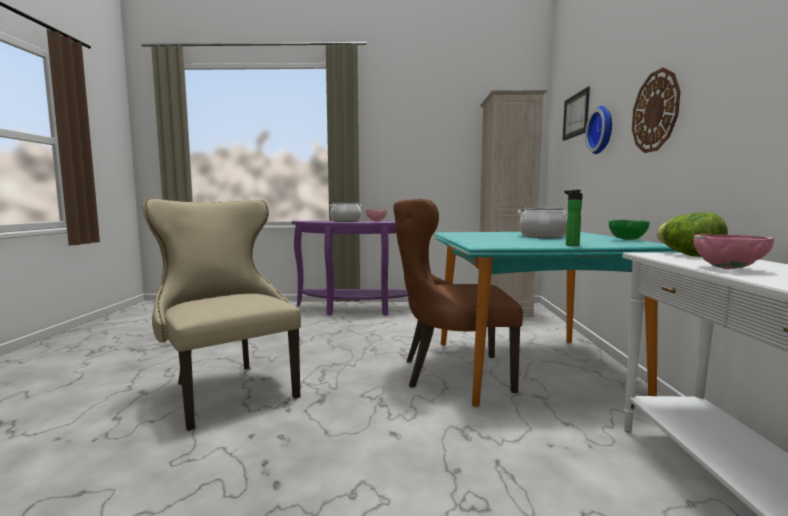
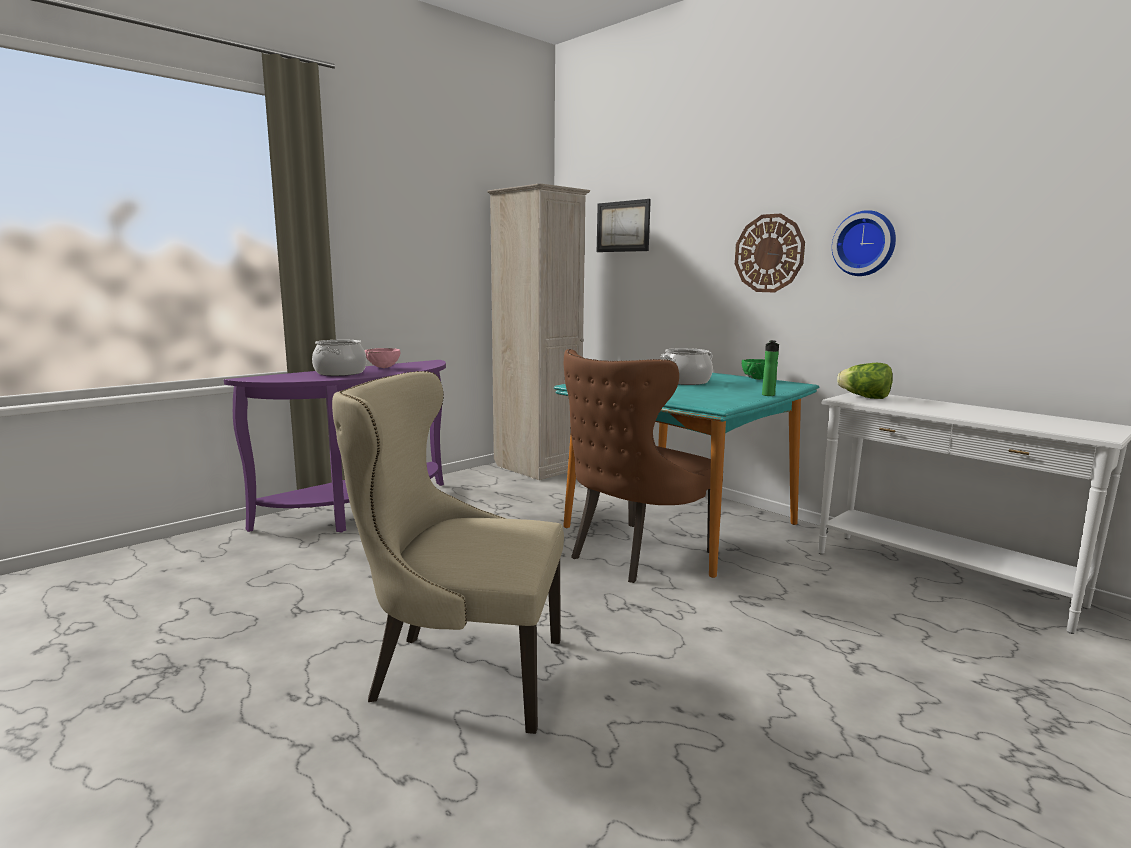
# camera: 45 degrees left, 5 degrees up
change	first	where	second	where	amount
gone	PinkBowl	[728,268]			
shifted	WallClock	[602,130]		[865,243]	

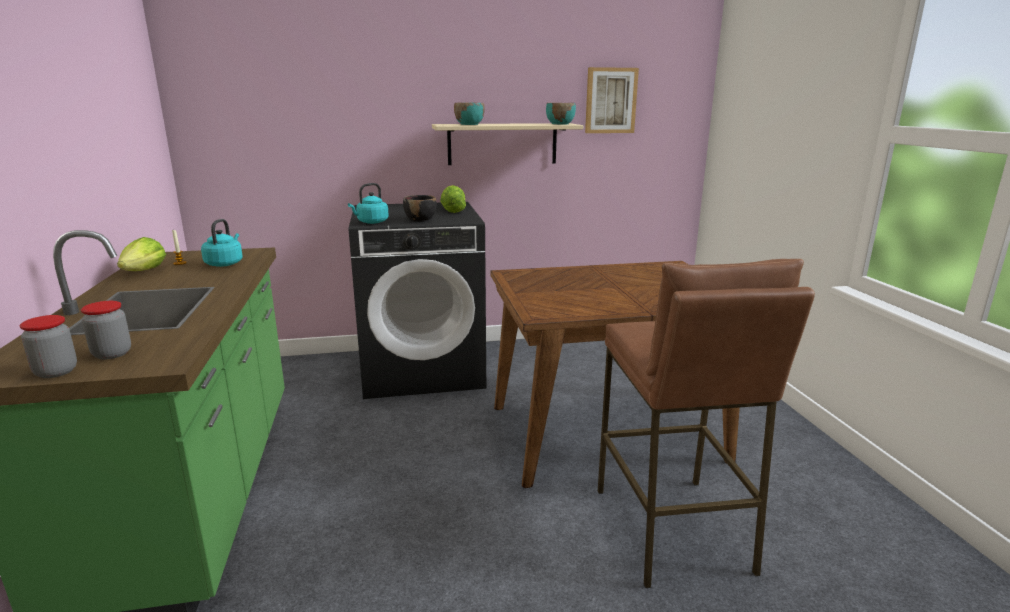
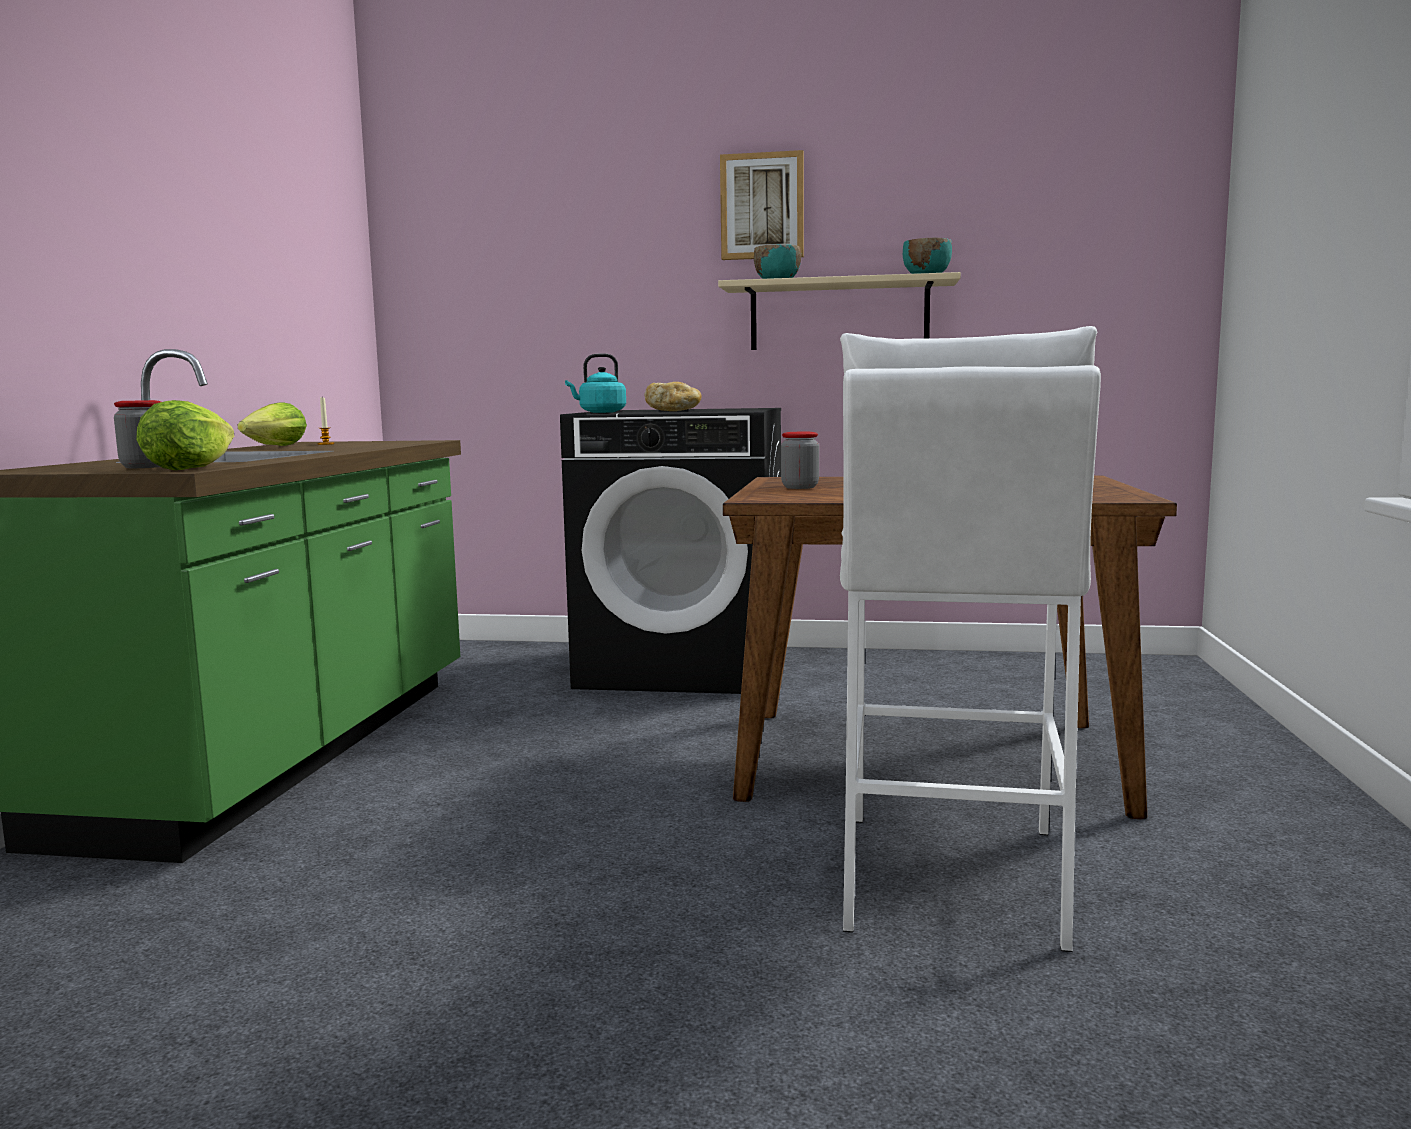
# camera: 20 degrees right, 10 degrees down
change	first	where	second	where	amount
gone	TurquoiseKettle	[225,263]			
shifted	Jar	[56,372]		[800,487]	
shifted	Lettuce	[453,211]		[189,468]	
shifted	Picture	[610,100]		[762,206]	
swapped	BlackBowl	[420,219]	Bread	[674,411]	
repainted	BrownStool	[671,529]	WhiteStool	[950,877]	

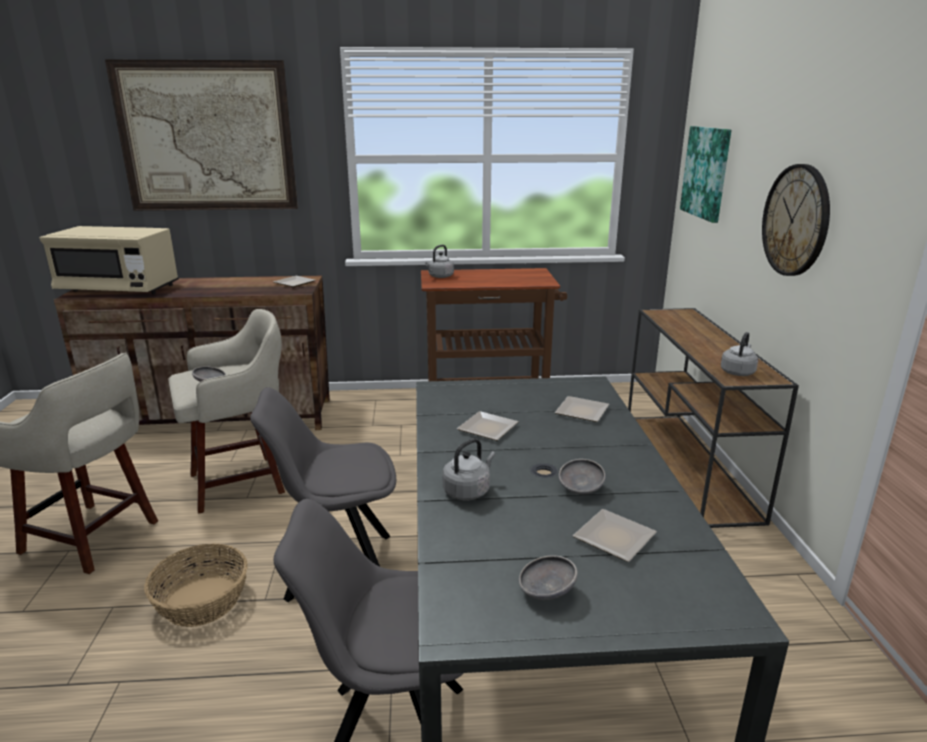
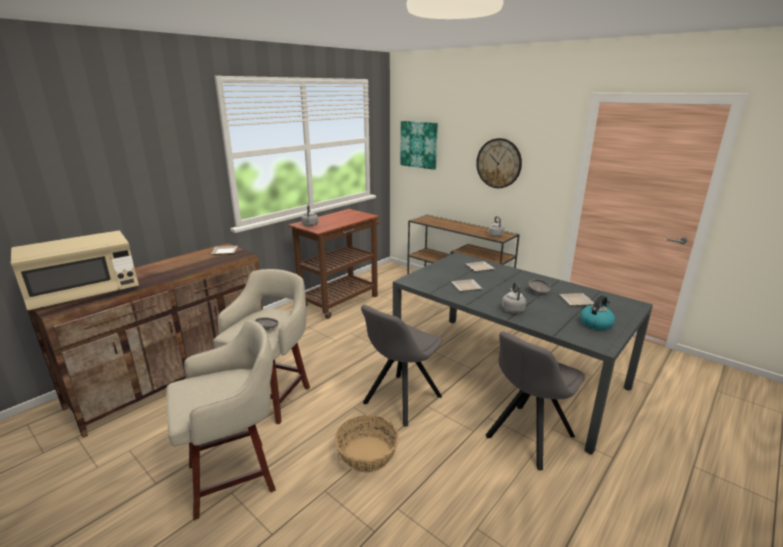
# camera: 45 degrees left, 0 degrees up
change	first	where	second	where	amount
gone	Picture	[206,137]			
swapped	GreyBowl	[545,592]	Kettle	[596,323]	

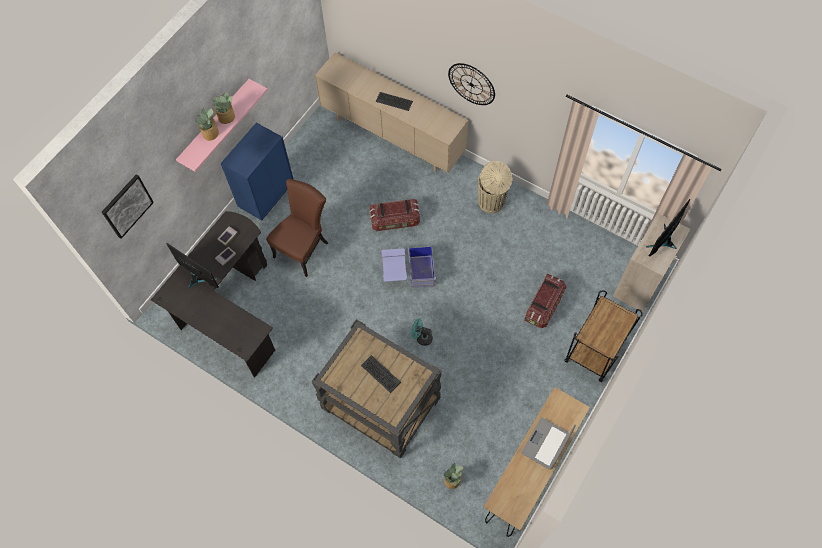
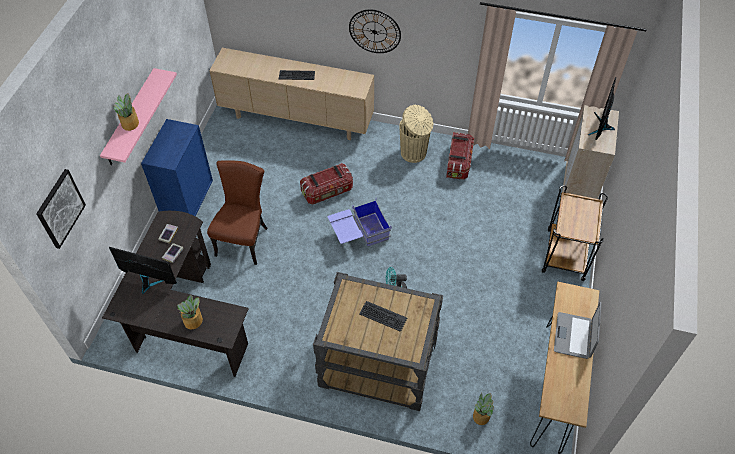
# camera: 20 degrees left, 10 degrees down
change	first	where	second	where	amount
shifted	PottedPlant	[227,117]		[193,321]	
shifted	StorageBox	[544,306]		[458,163]	

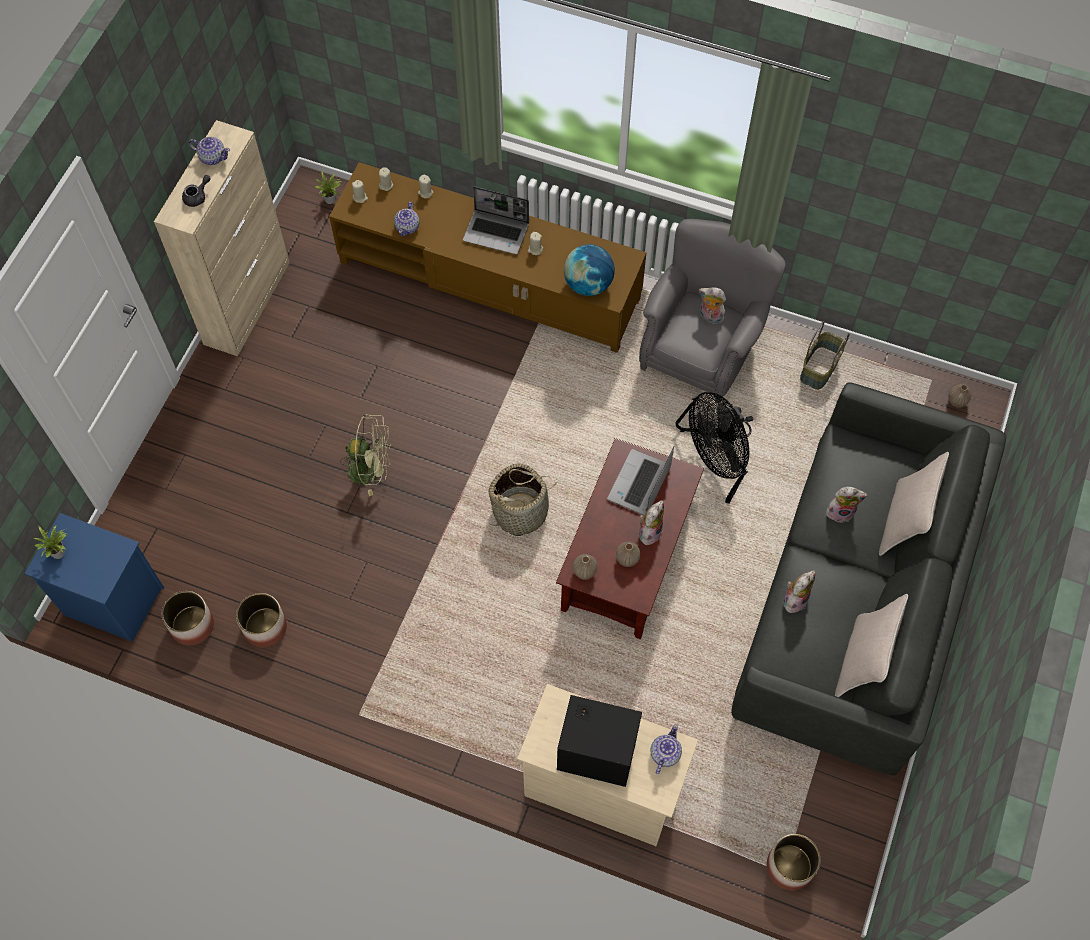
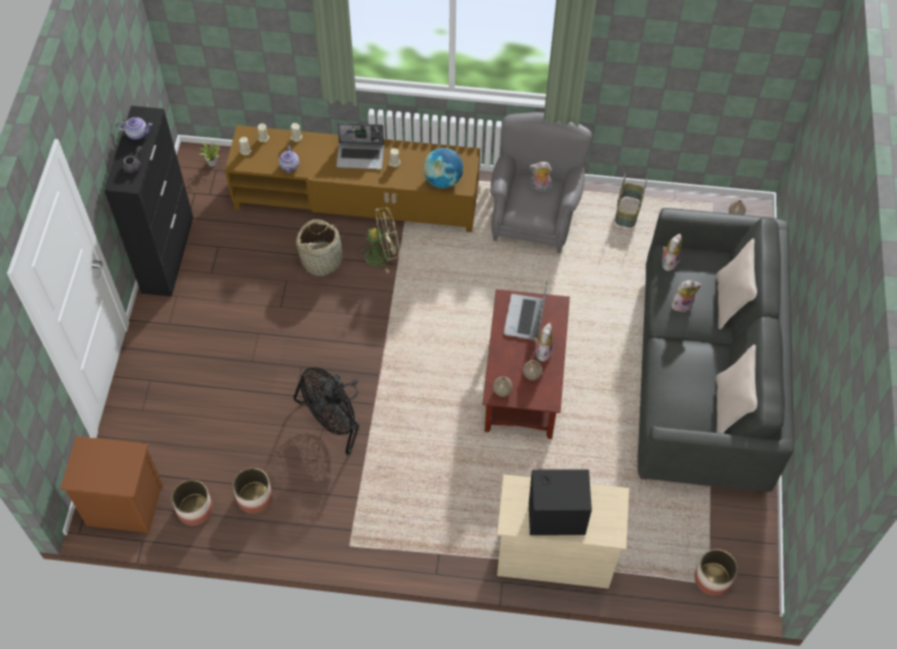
# camera: 15 degrees left, 5 degrees down
change	first	where	second	where	amount
gone	PottedPlant	[60,552]			
gone	Teapot	[664,754]			
shifted	GreenFan	[371,470]		[382,255]	
shifted	Basket	[521,511]		[322,260]	
shifted	BlackFan	[719,455]		[335,417]	
shifted	PlushToy	[794,599]		[668,261]	
repainted	BlueNightstand	[111,602]	BrownNightstand	[123,506]	
repainted	BeigeCabinet	[247,302]	BlackCabinet	[168,253]	

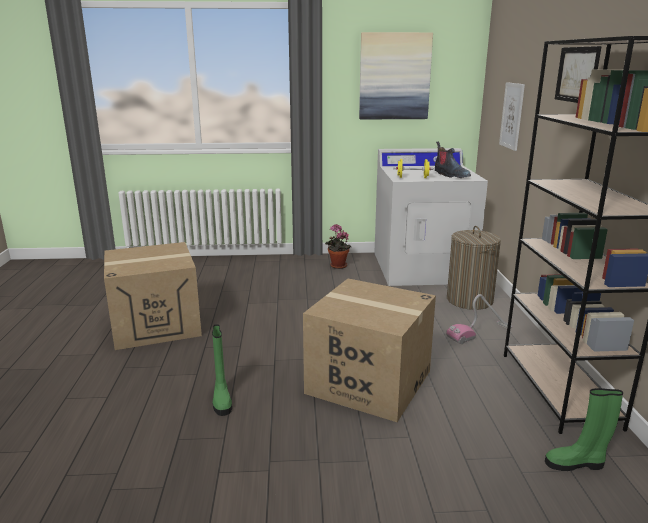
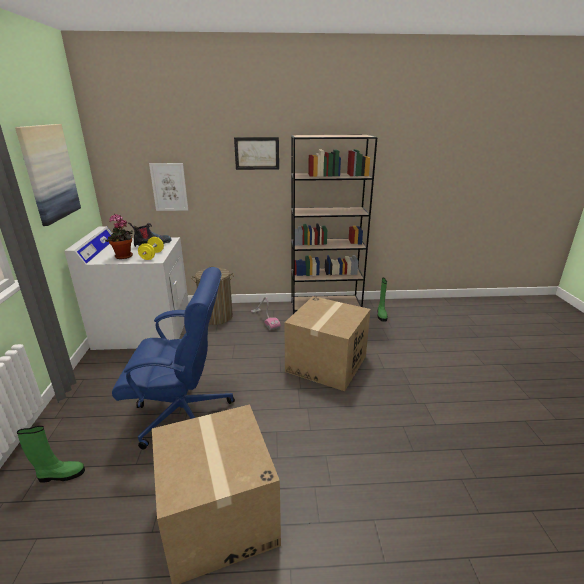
# camera: 90 degrees left, 5 degrees up
change	first	where	second	where	amount
new			BlueOfficeChair	[183,414]	
shifted	GreenBoot	[222,400]		[60,475]	
shifted	PottedPlant	[337,266]		[124,257]	

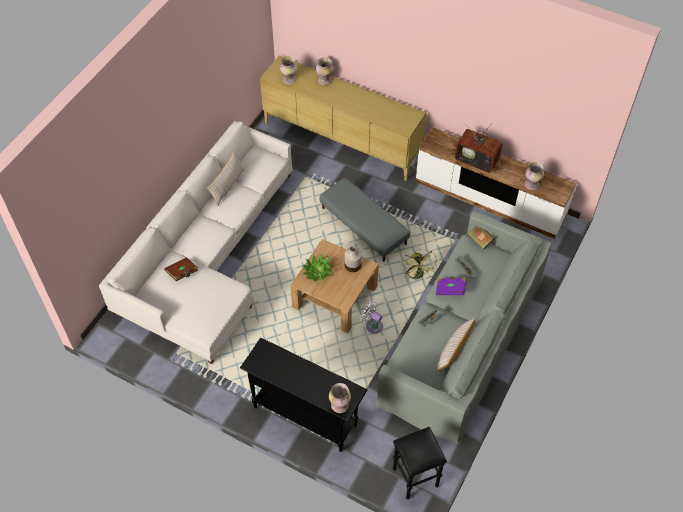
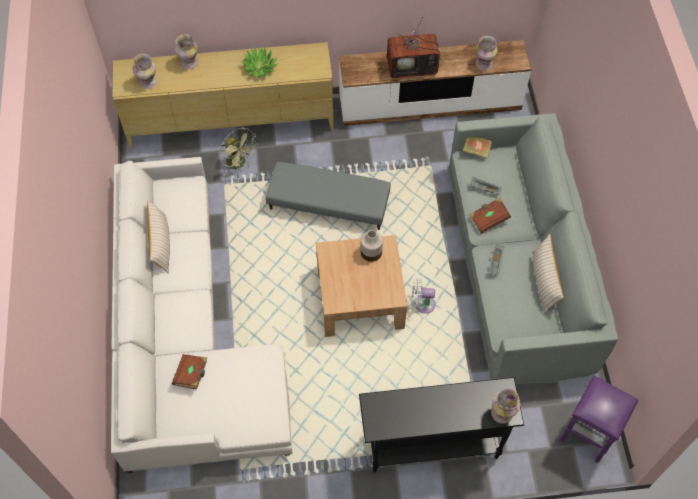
# camera: 35 degrees left, 5 degrees up
change	first	where	second	where	amount
shifted	PottedPlant	[317,271]		[260,67]	
shifted	GreenFan	[417,276]		[239,163]	
repainted	BlackStool	[415,478]	PurpleStool	[588,436]	
repainted	PurpleBook	[450,289]	BrownBook	[488,219]	

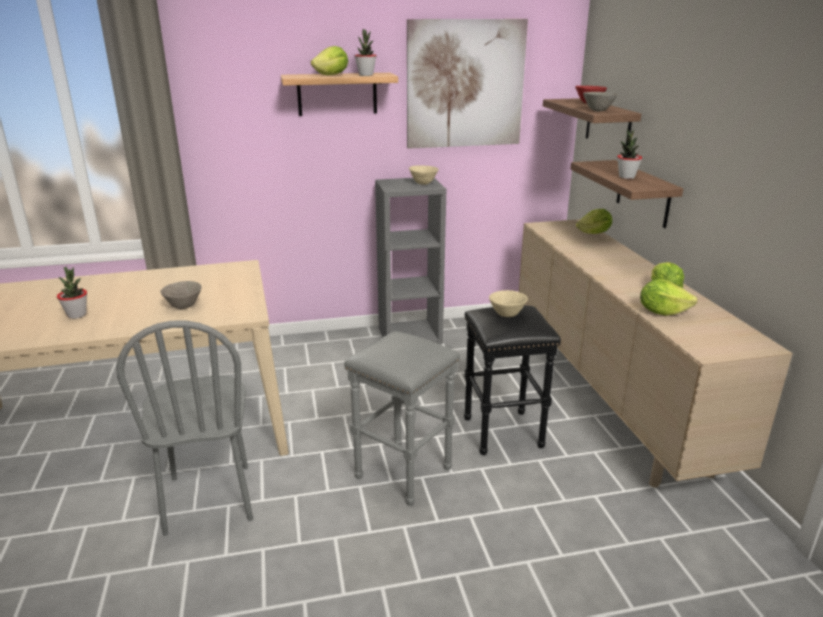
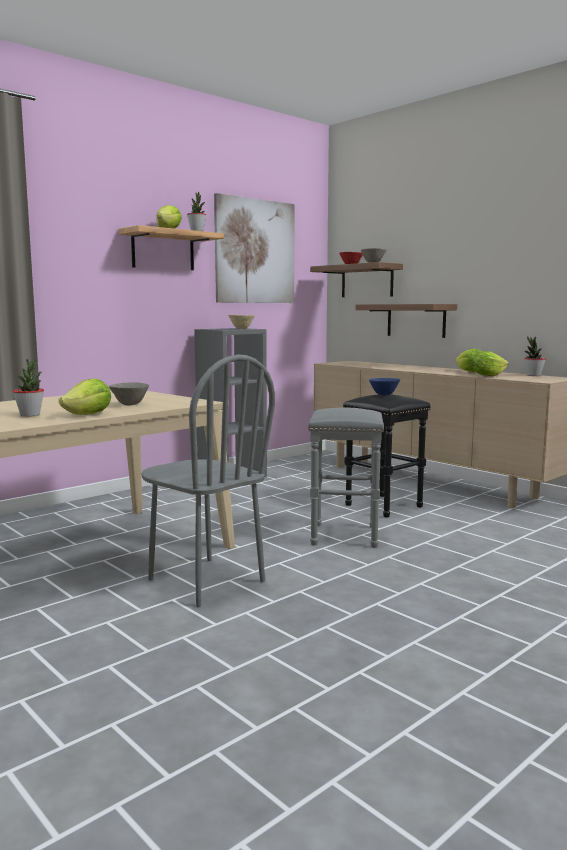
# camera: 30 degrees left, 15 degrees down
change	first	where	second	where	amount
shifted	Lettuce	[594,234]		[88,415]	
shifted	PottedPlant	[626,177]		[533,375]	
repainted	BeigeBowl	[506,315]	BlueBowl	[383,395]	

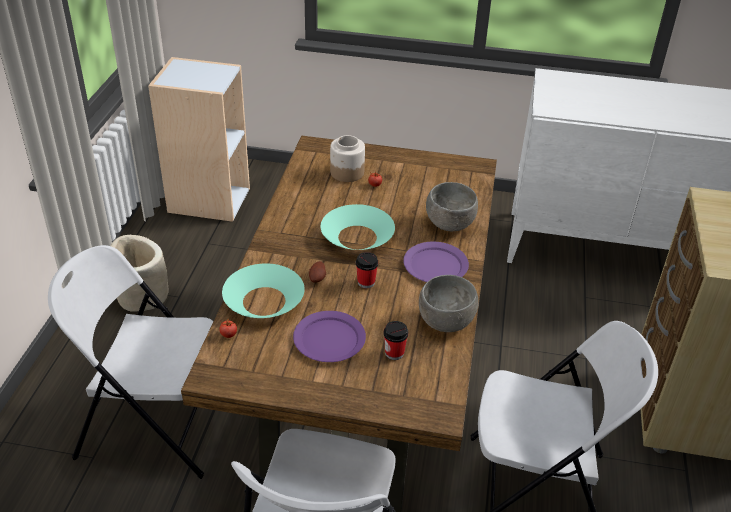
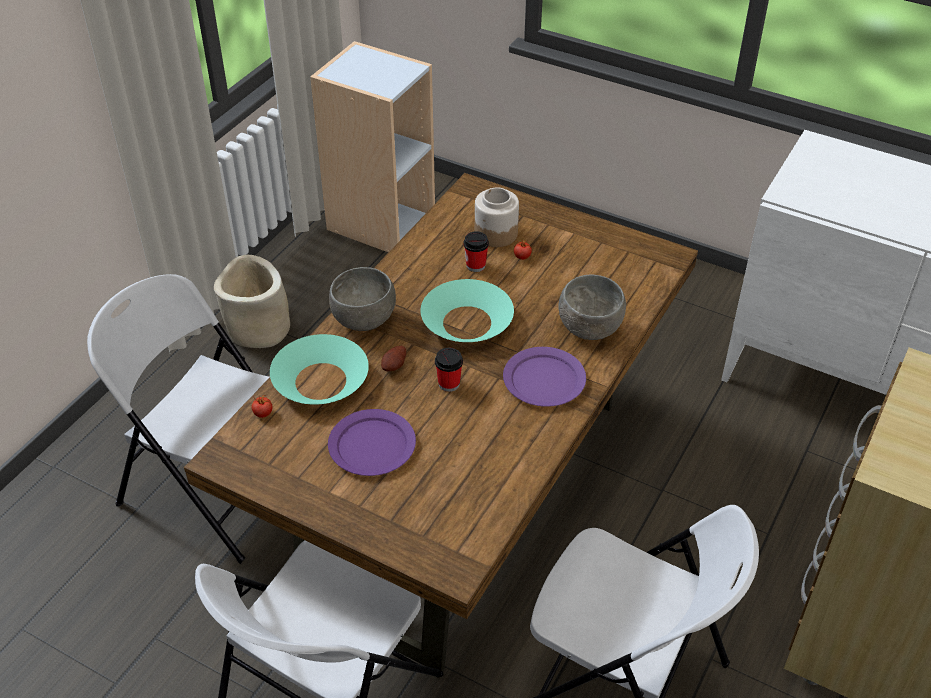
# camera: 20 degrees right, 5 degrees up
change	first	where	second	where	amount
shifted	Cup	[394,353]		[475,265]	
shifted	GreyBowl	[445,321]		[363,319]	

